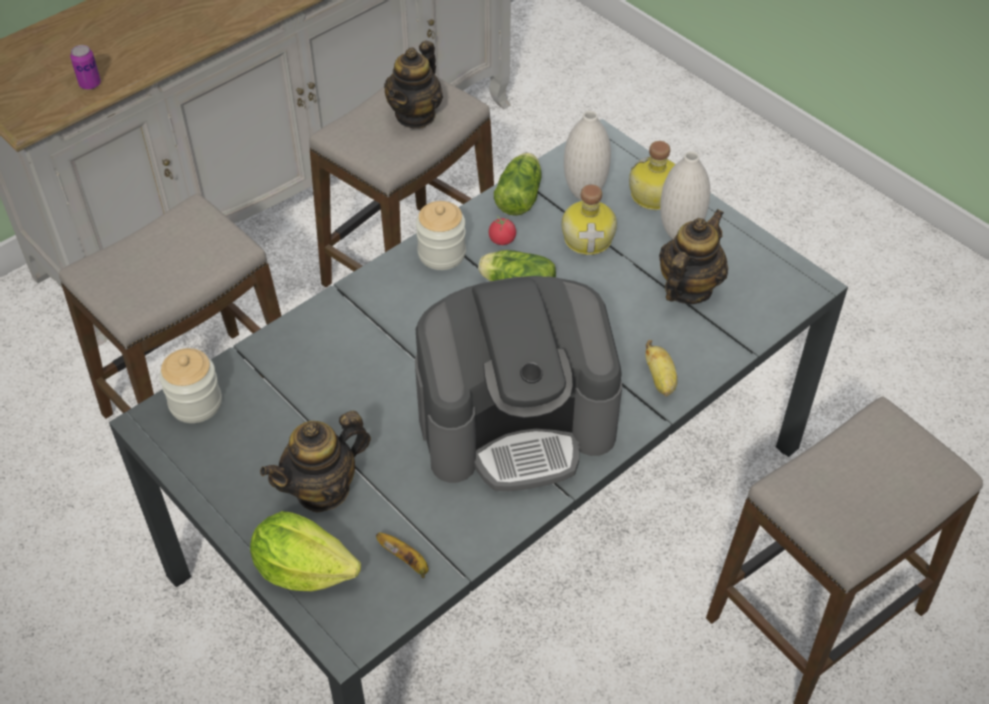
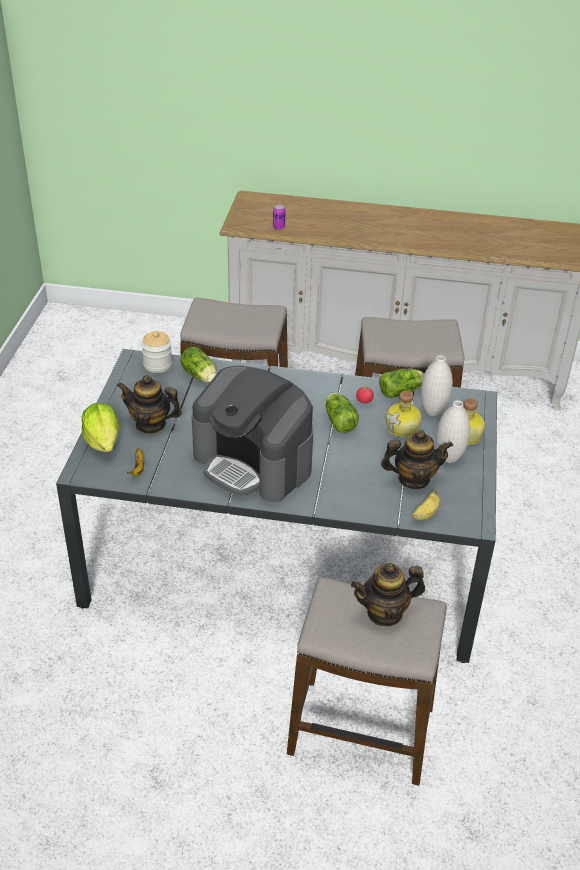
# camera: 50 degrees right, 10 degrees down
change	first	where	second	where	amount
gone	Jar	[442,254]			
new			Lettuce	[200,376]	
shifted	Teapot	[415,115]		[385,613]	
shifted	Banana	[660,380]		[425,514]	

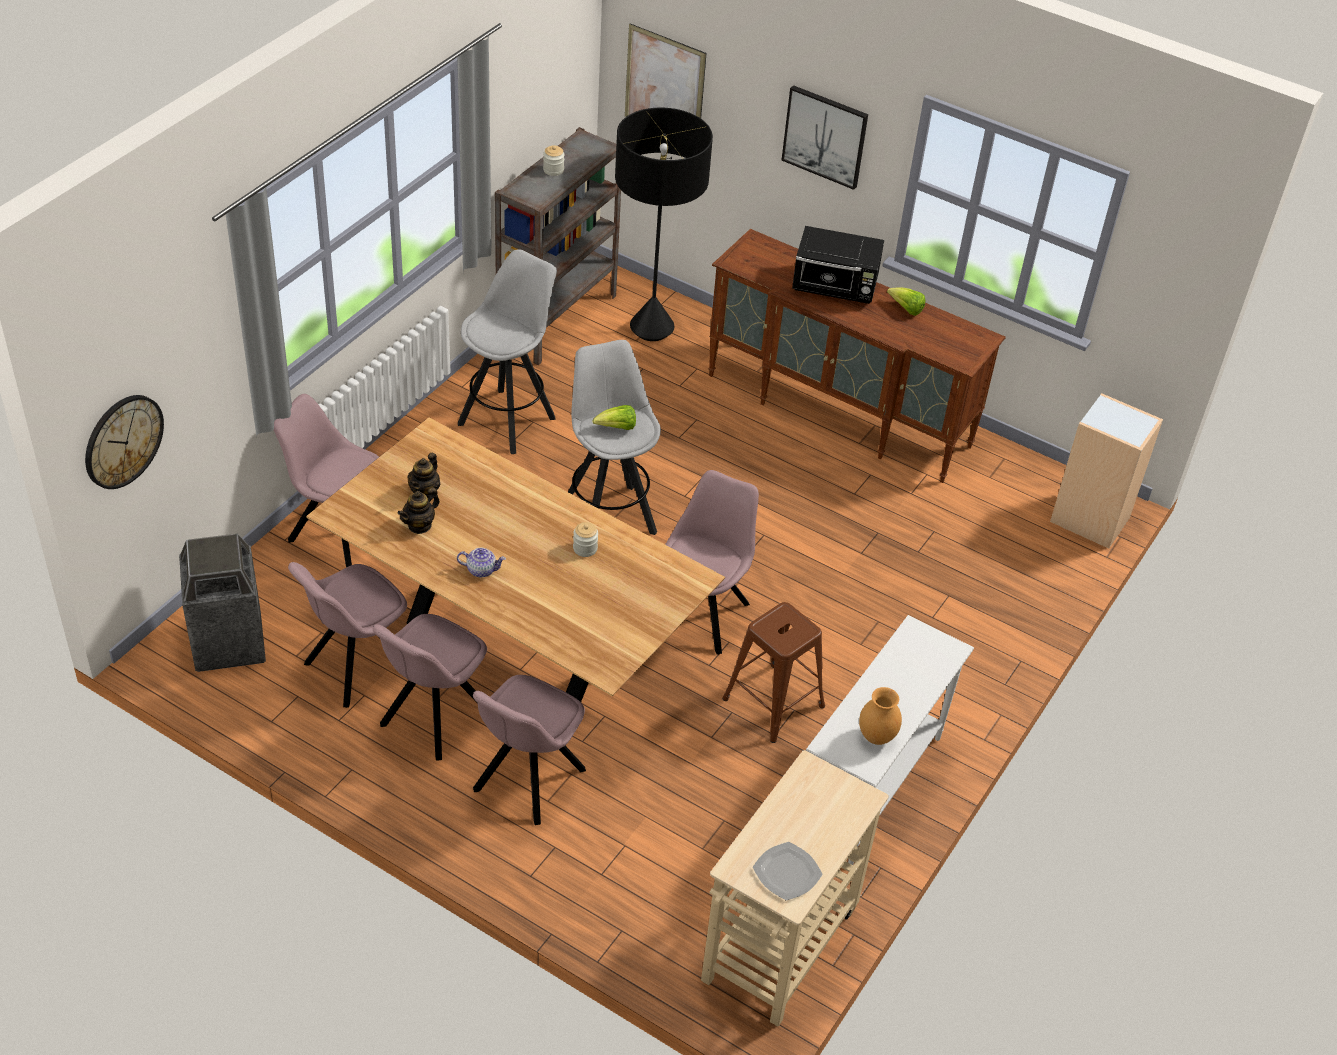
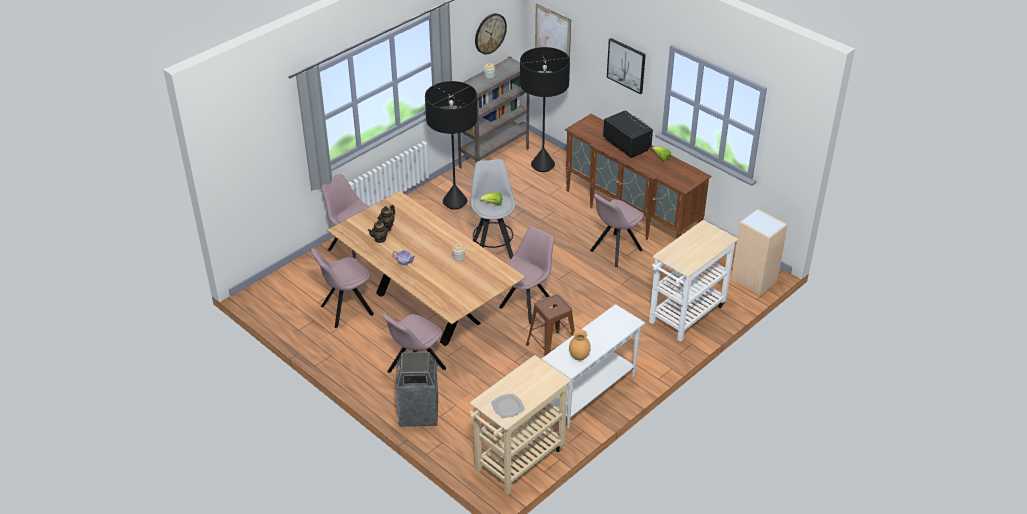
# camera: 15 degrees right, 5 degrees down
change	first	where	second	where	amount
new			WhiteCart	[686,315]	
shifted	WallClock	[123,441]		[490,33]	
shifted	TrashCan	[228,643]		[418,413]	
shifted	PinkChair	[434,717]		[615,250]	
swapped	GreyStool	[509,419]	BlackFloorLamp	[455,203]	
rotated	BlackMicrowave	[835,287]		[626,145]	150 degrees counterclockwise

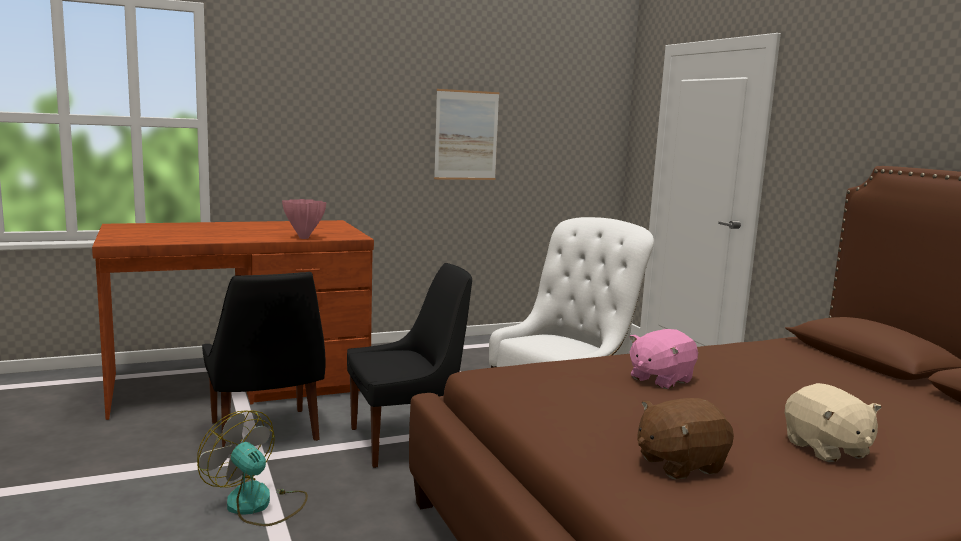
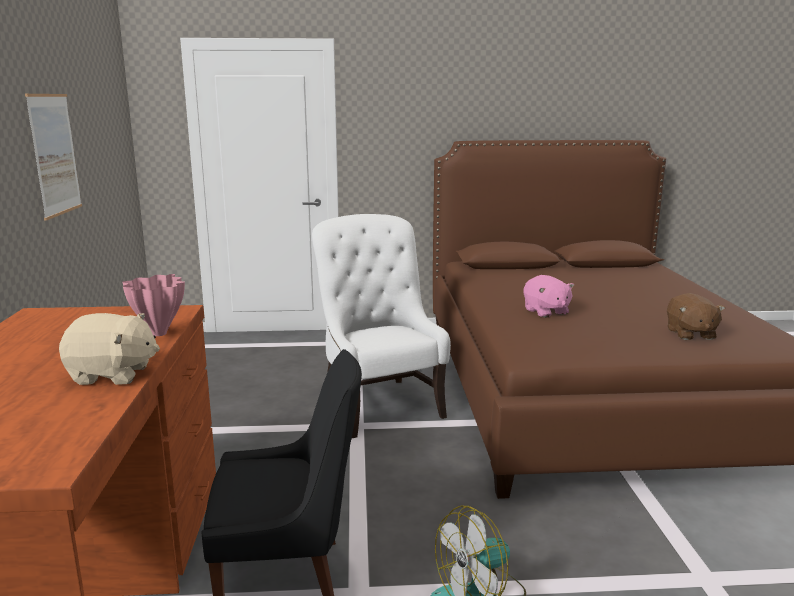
# camera: 70 degrees left, 5 degrees up
change	first	where	second	where	amount
gone	BlackChair	[406,441]			
shifted	BeigePlushToy	[826,449]		[112,375]	

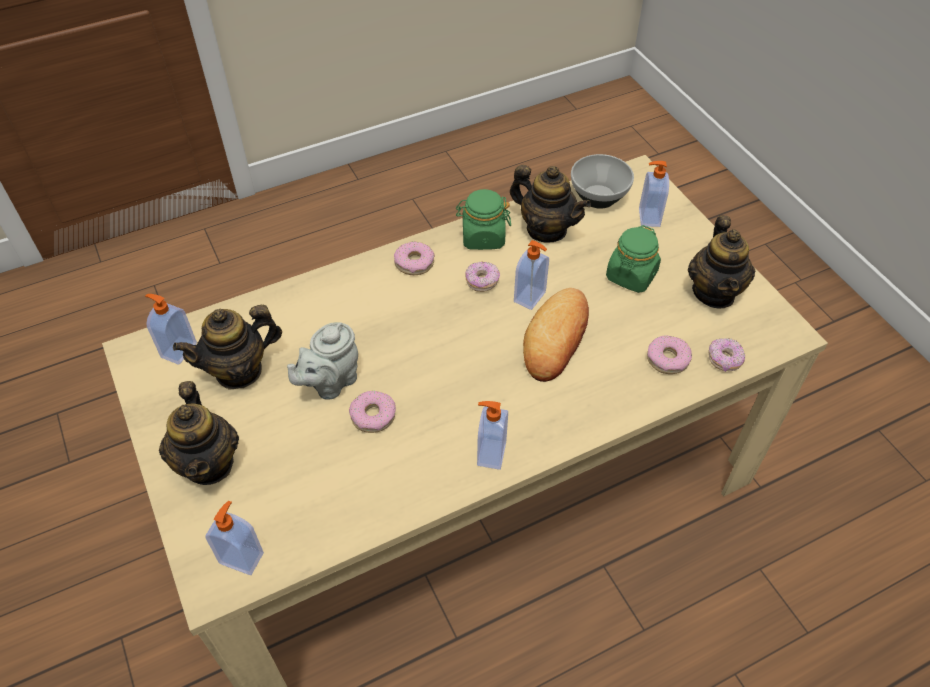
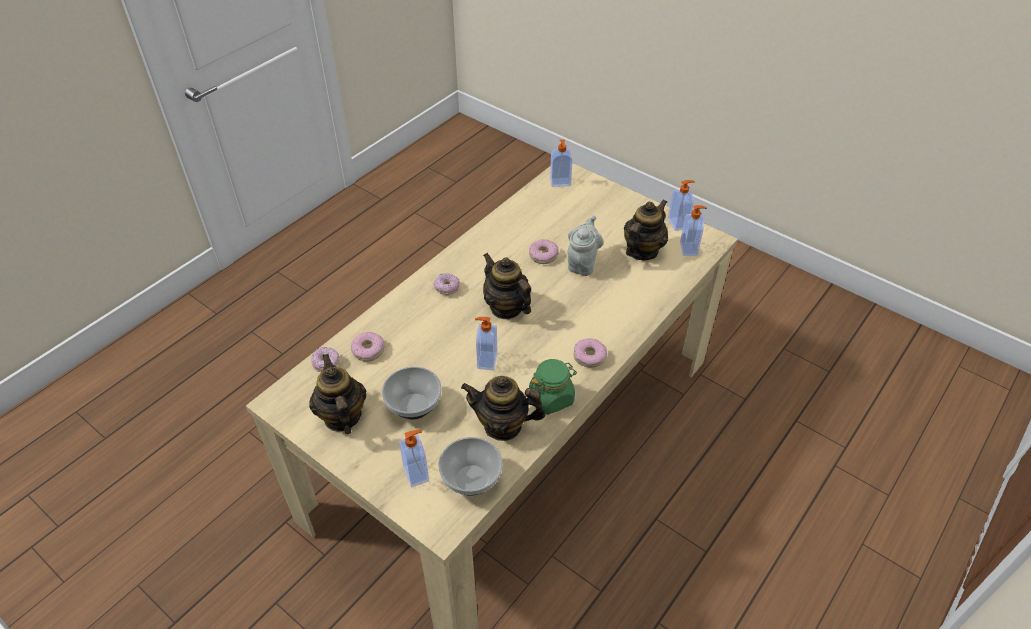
# camera: 155 degrees right, 5 degrees down
change	first	where	second	where	amount
gone	Bread	[556,339]			
shifted	Teapot	[209,463]		[506,307]	
shifted	Donut	[482,281]		[447,288]	
shifted	SoapDispenser	[490,453]		[678,223]	
swapped	GreenJar	[631,276]	Bowl	[414,407]	

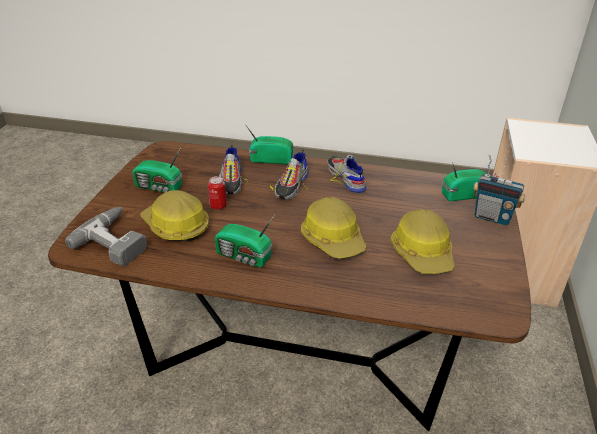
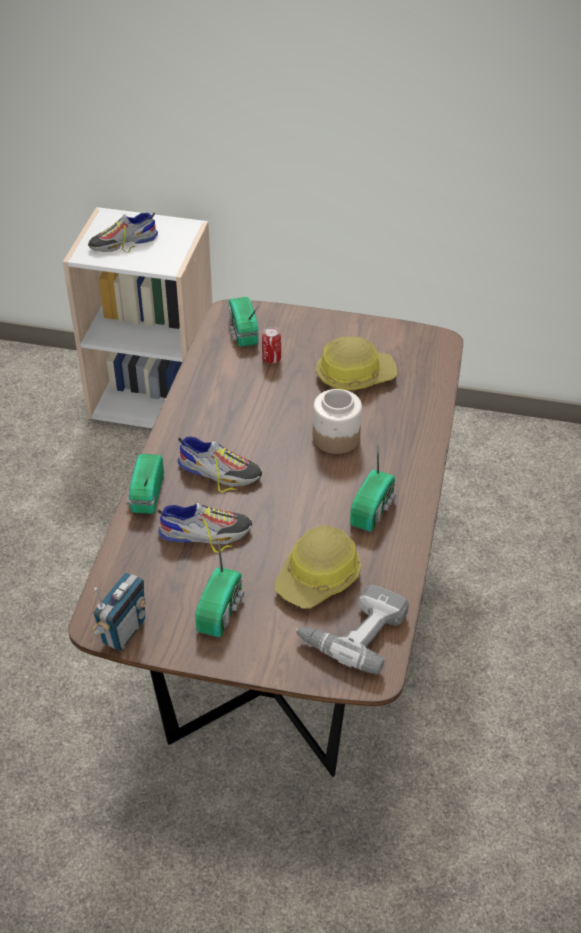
# camera: 90 degrees left, 10 degrees up
change	first	where	second	where	amount
shifted	Can	[218,206]		[271,359]	
shifted	Shoe	[345,178]		[123,242]	
shifted	Radio	[492,217]		[123,631]	
swapped	HardHat	[333,239]	Jar	[335,437]	

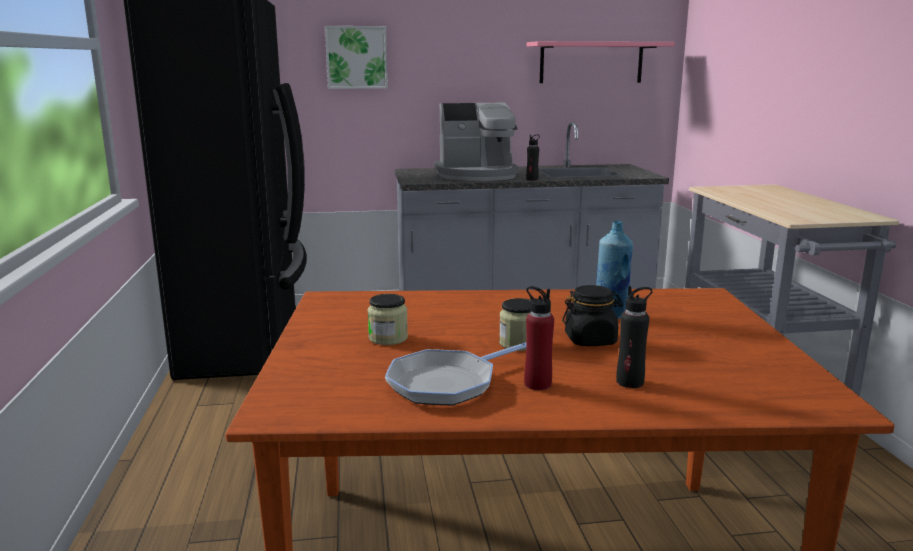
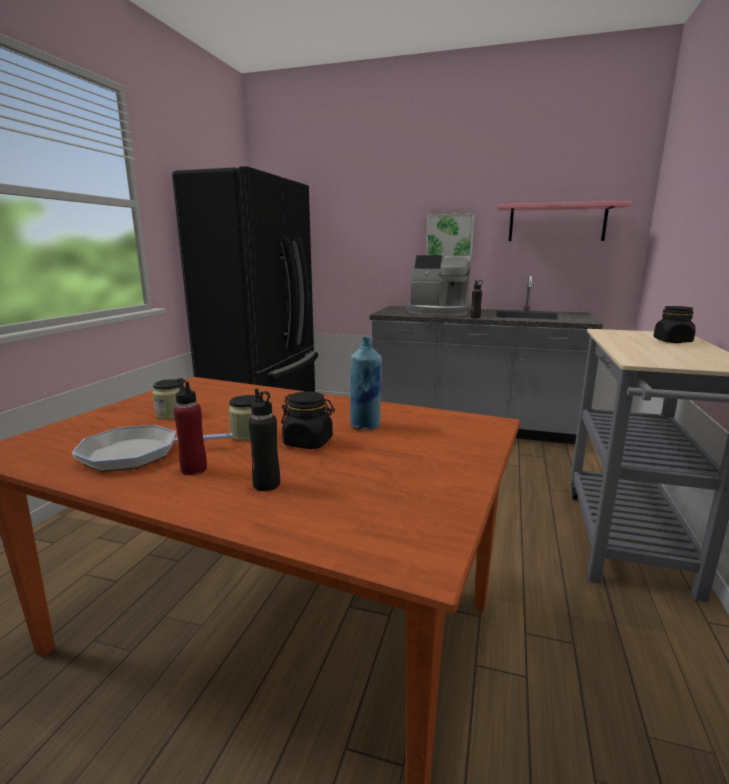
# camera: 25 degrees right, 0 degrees up
change	first	where	second	where	amount
new			BlackJar	[672,341]	
shifted	Picture	[356,57]		[449,238]	

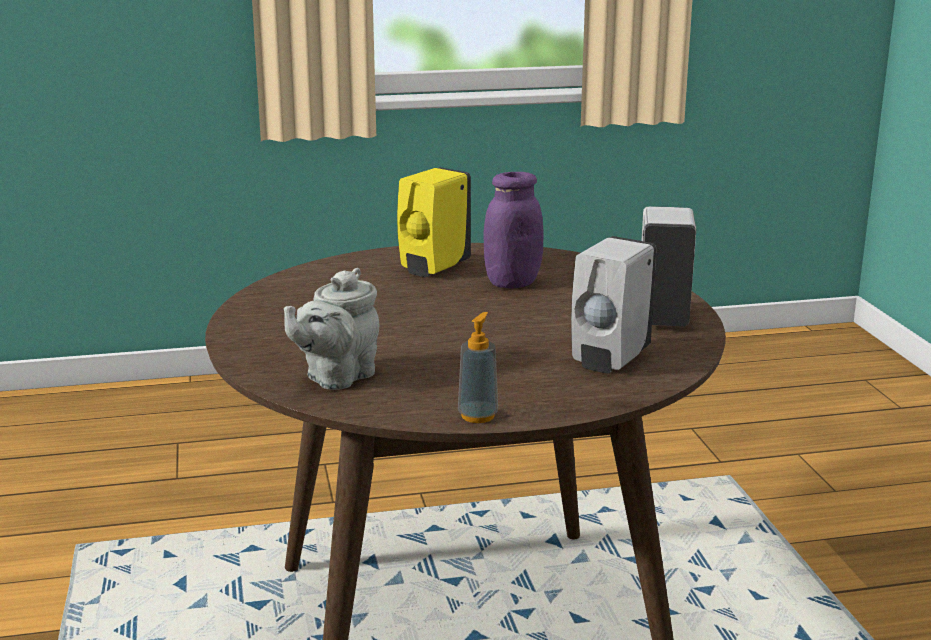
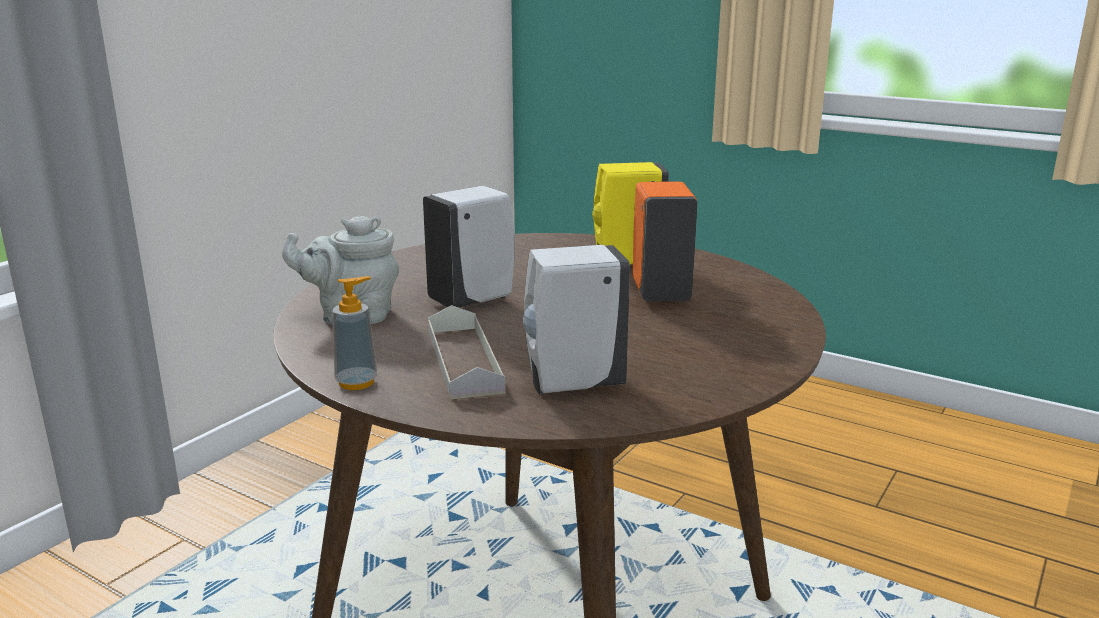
# camera: 45 degrees right, 0 degrees up
change	first	where	second	where	amount
new			GreyTray	[464,360]	
shifted	WhiteSoapDispenser	[662,317]		[474,300]	
swapped	PurpleJar	[512,283]	OrangeSoapDispenser	[660,293]	

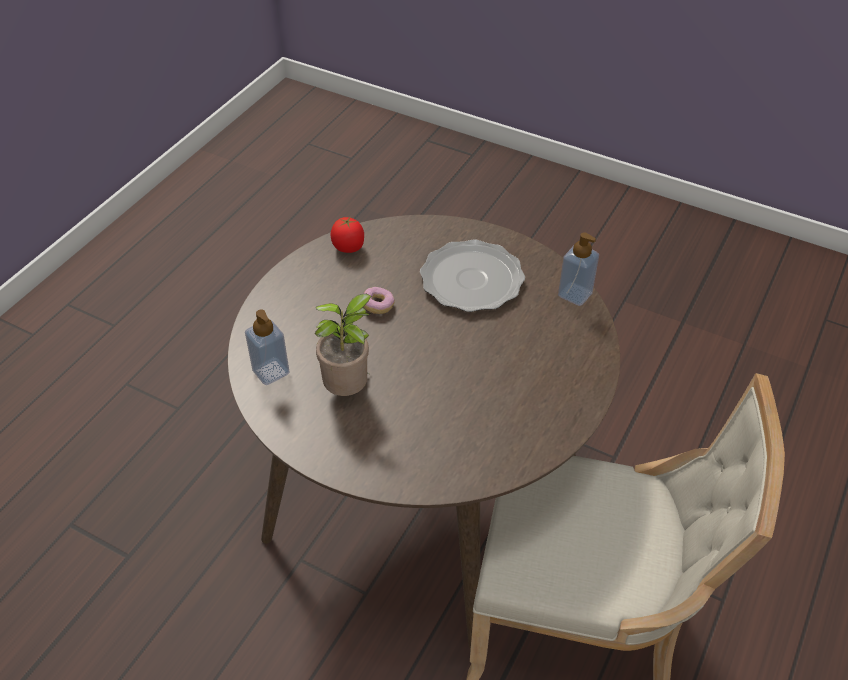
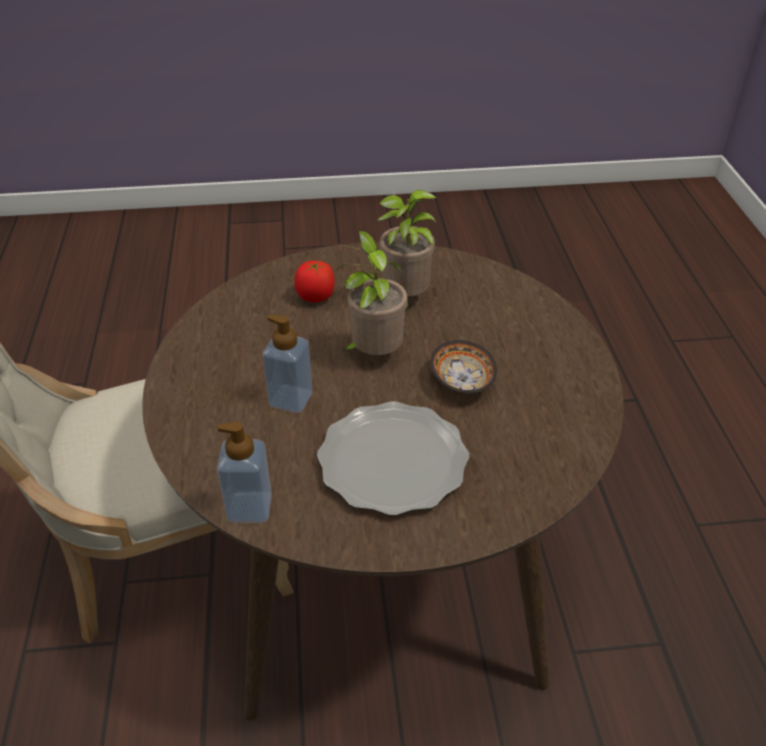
# camera: 145 degrees right, 5 degrees down
change	first	where	second	where	amount
new			PottedPlant	[373,355]	
shifted	SoapDispenser	[271,371]		[290,399]	
shifted	Tomato	[348,247]		[315,297]	
swapped	Donut	[378,306]	Bowl	[463,380]	

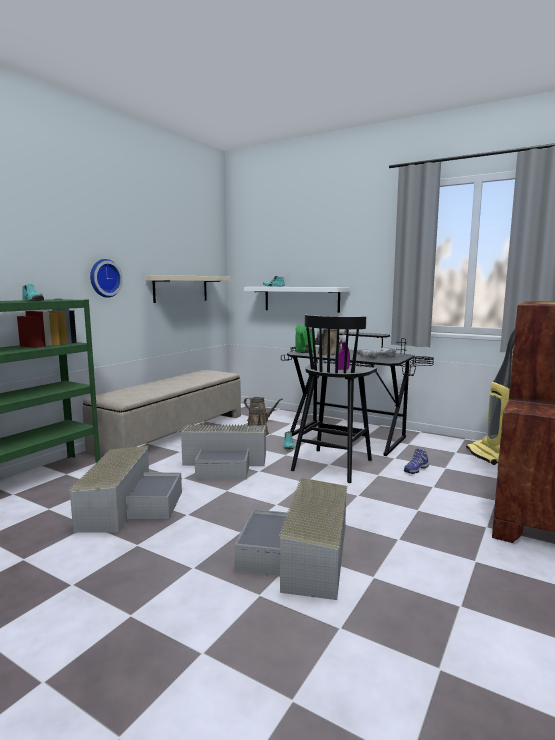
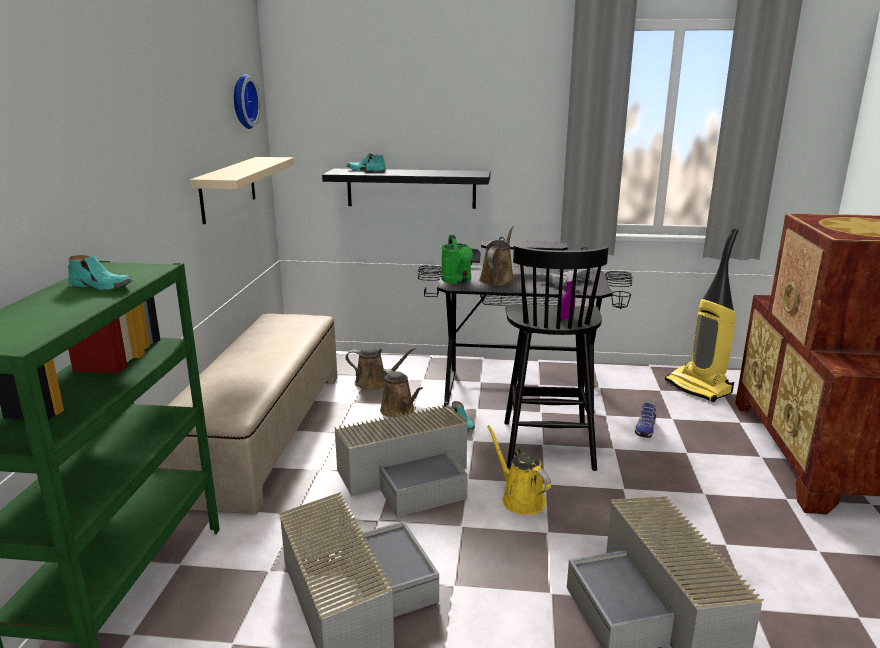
# camera: 25 degrees left, 10 degrees up
change	first	where	second	where	amount
new			YellowWateringCan	[520,499]	
shifted	WallClock	[104,278]		[242,101]	
repainted	WhiteShelf	[301,299]	BlackShelf	[411,188]	

